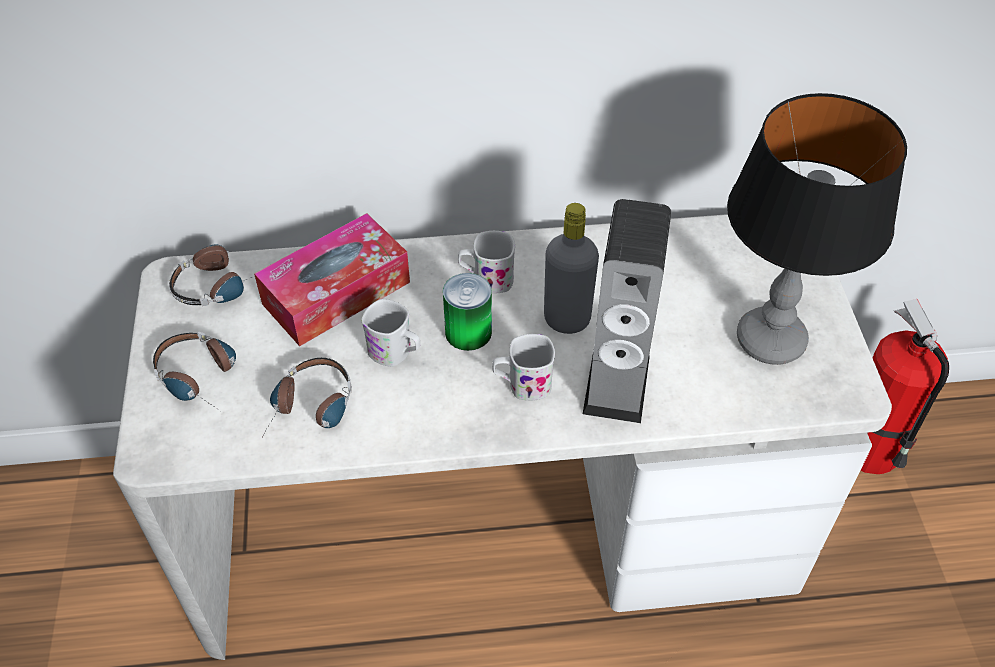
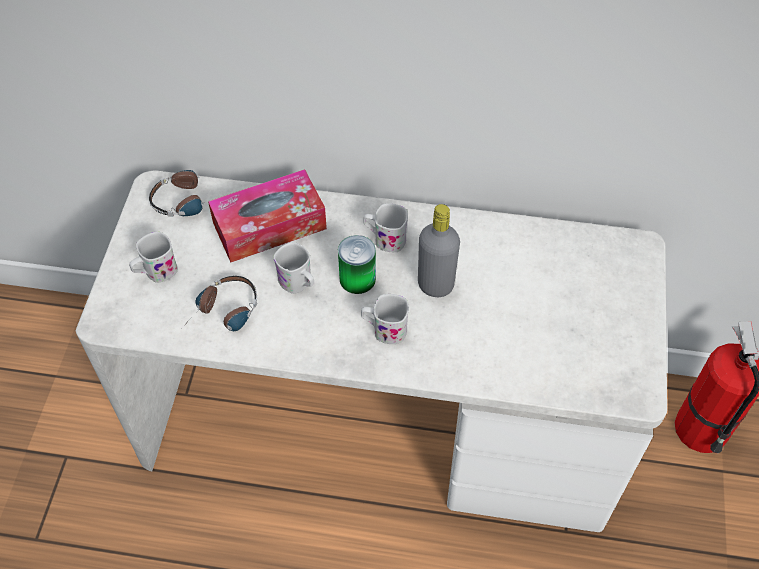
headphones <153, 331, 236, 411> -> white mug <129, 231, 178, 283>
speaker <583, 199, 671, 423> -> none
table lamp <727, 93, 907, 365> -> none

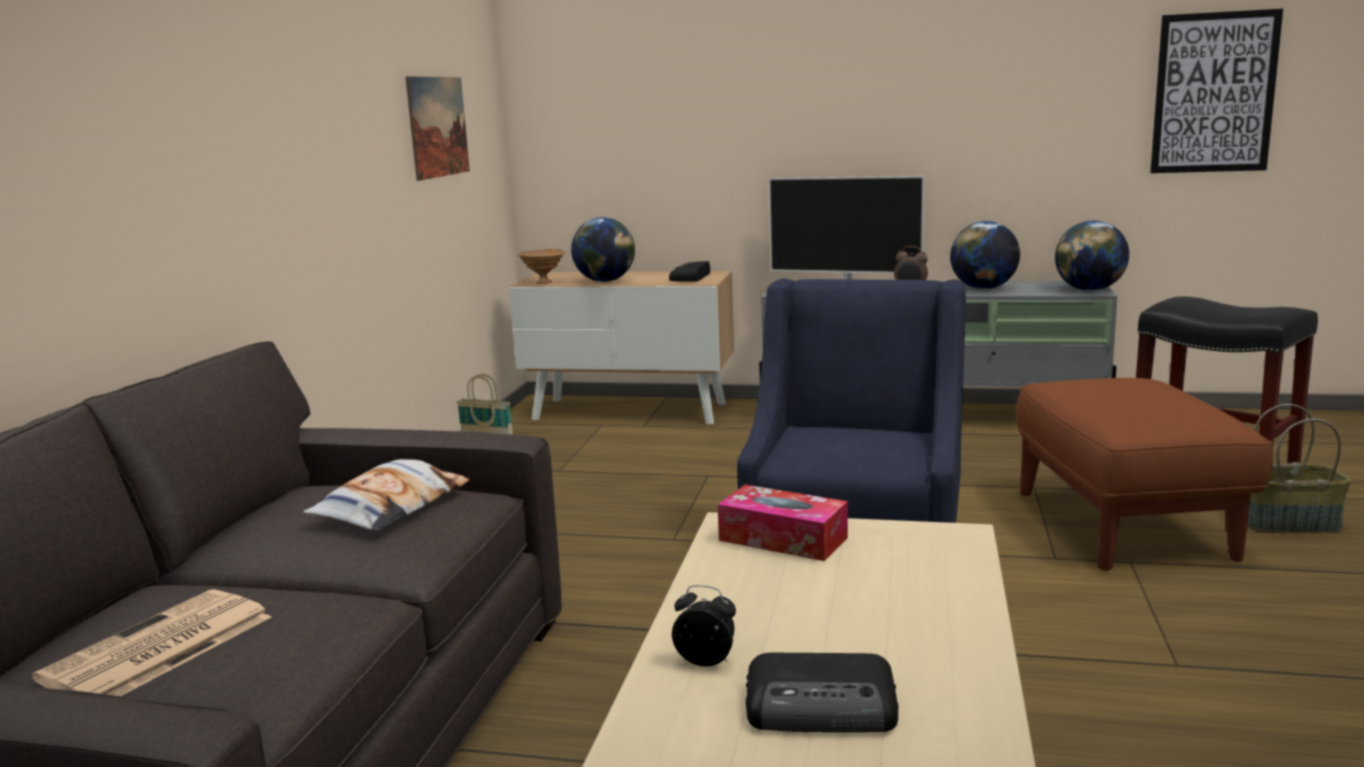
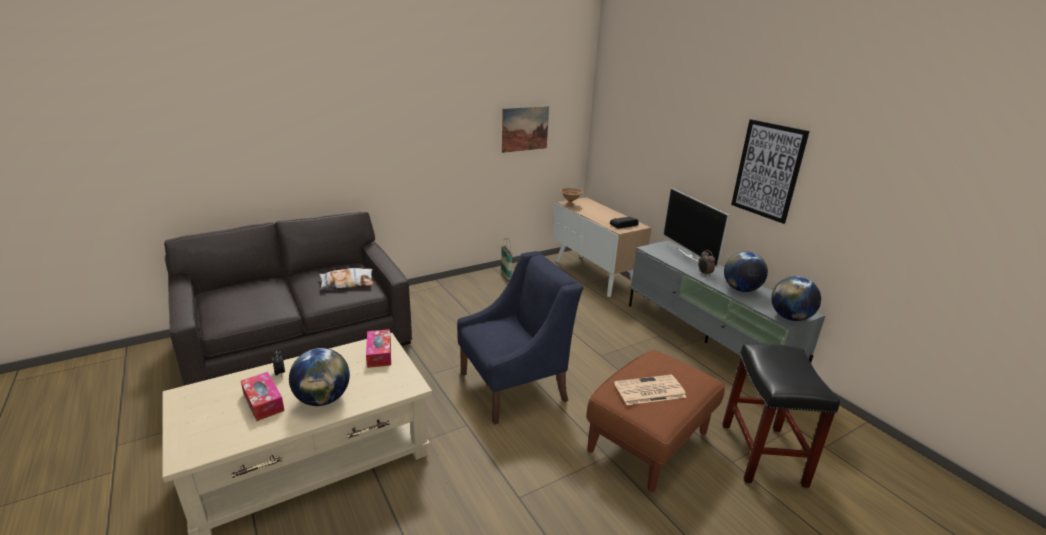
newspaper <32, 589, 271, 696> -> newspaper <614, 375, 687, 405>, shifted
globe <571, 217, 635, 282> -> globe <289, 348, 350, 406>, shifted
radio <746, 653, 899, 733> -> tissue box <241, 372, 285, 421>
picture <1150, 9, 1283, 173> -> picture <731, 119, 810, 224>, shifted
basket <1247, 404, 1351, 533> -> none

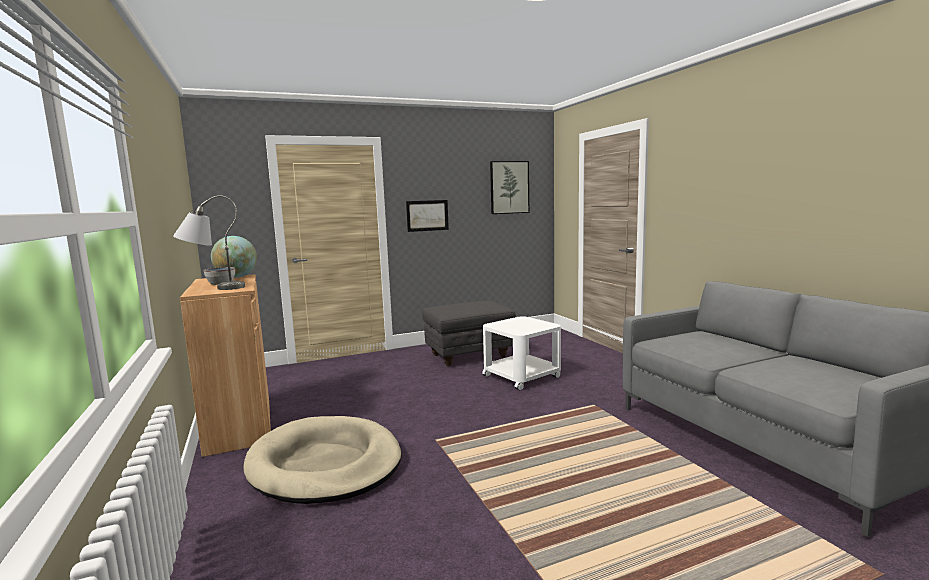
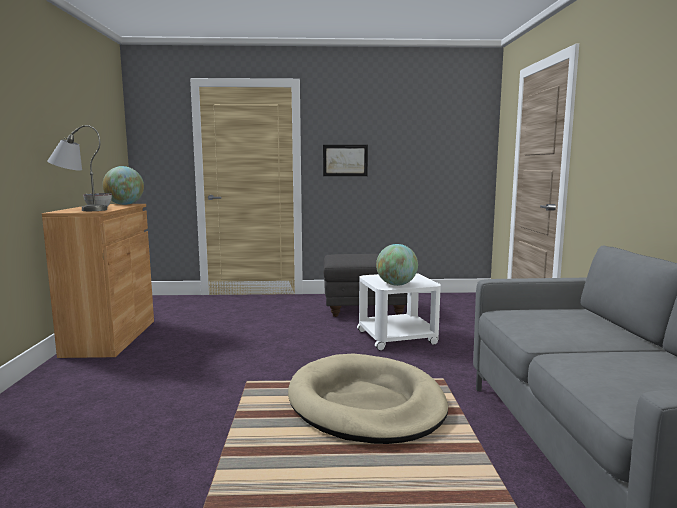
beige dog bed <243, 416, 401, 504> -> beige dog bed <288, 354, 448, 444>, shifted
picture <490, 161, 529, 214> -> none
none -> globe <376, 244, 418, 286>

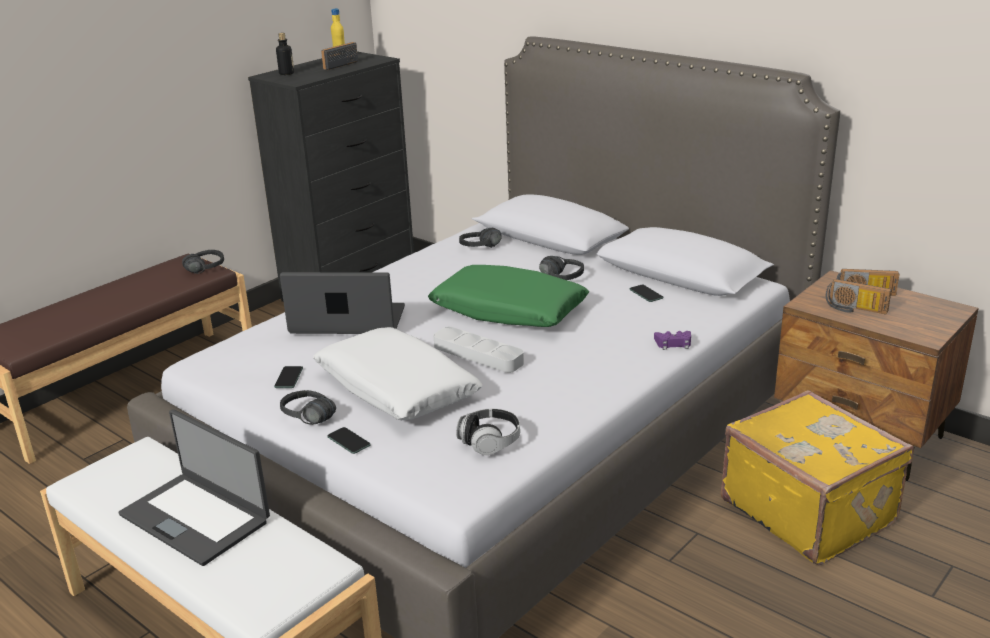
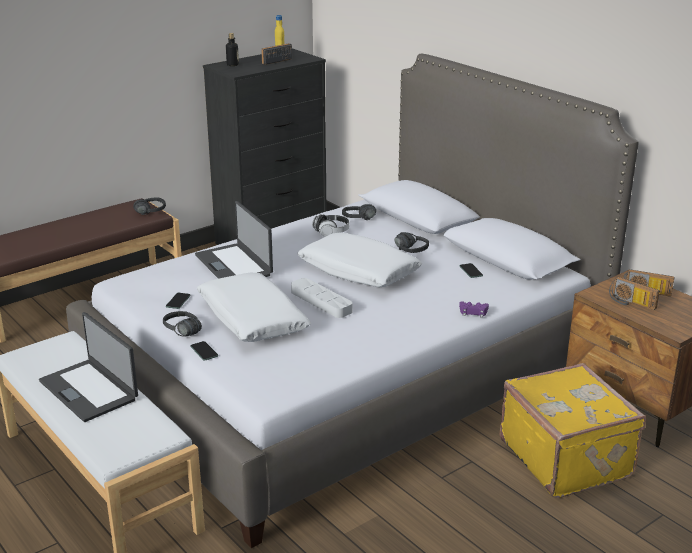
laptop <280, 272, 405, 334> -> laptop <195, 201, 273, 279>, 135 degrees counterclockwise
green pillow <428, 265, 589, 327> -> white pillow <297, 233, 422, 287>
headphones <456, 409, 520, 455> -> headphones <312, 214, 349, 237>, shifted

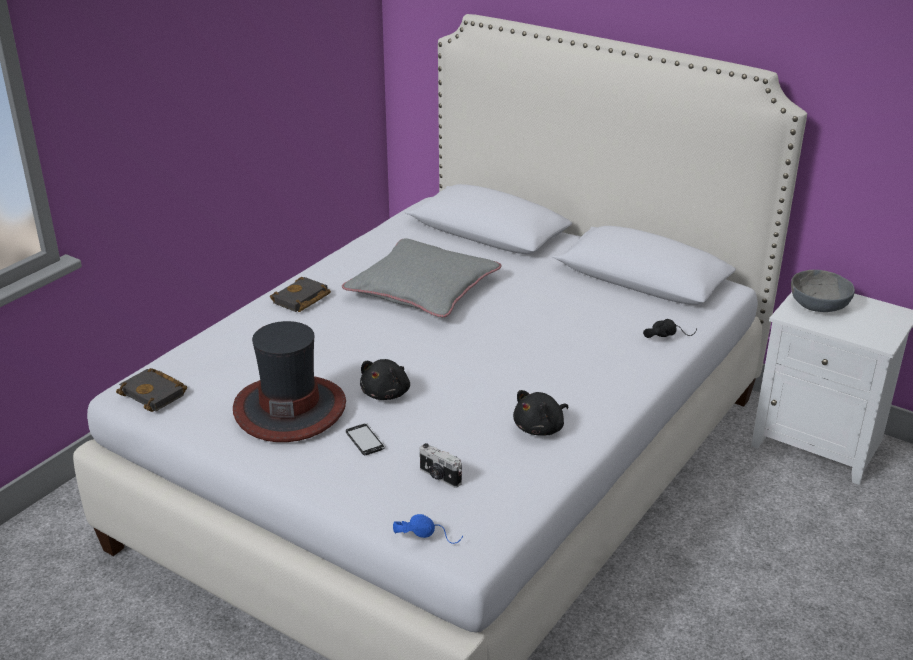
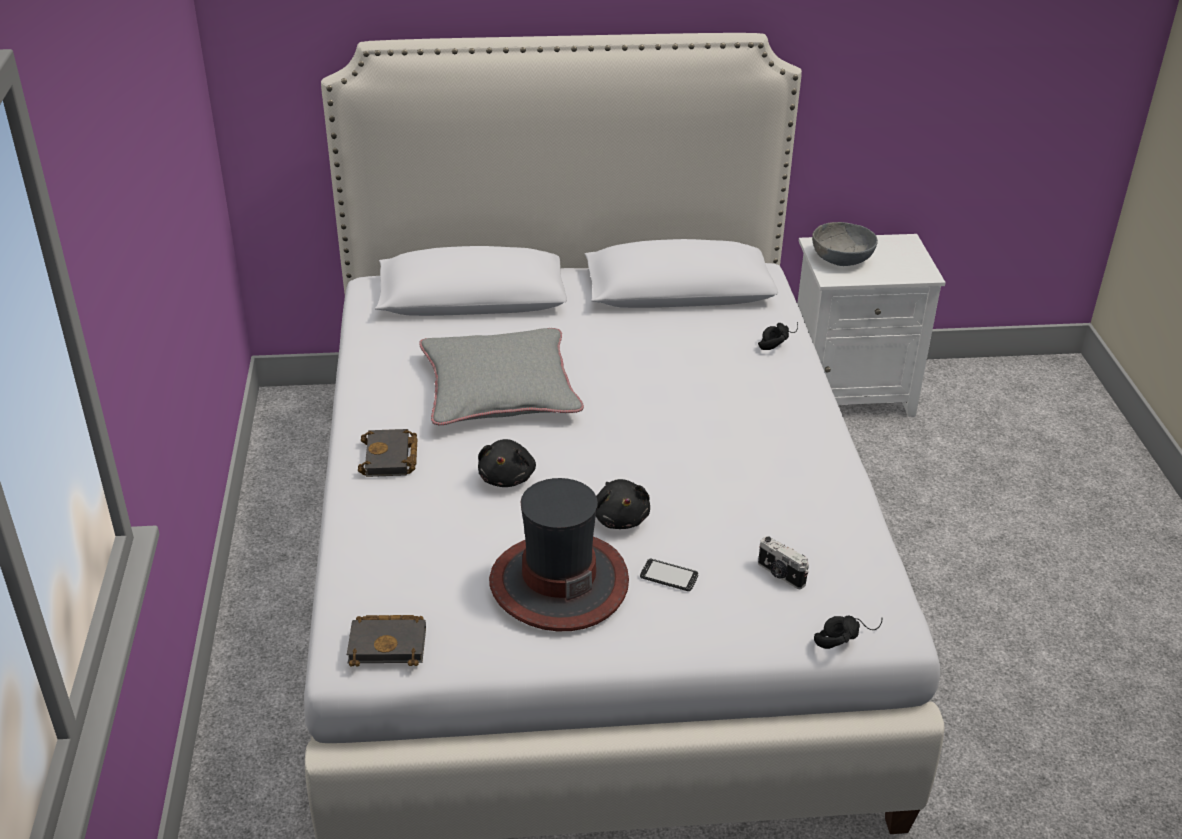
blue headphones <393, 514, 463, 544> -> black headphones <814, 615, 883, 649>
photo camera <420, 443, 462, 488> -> photo camera <758, 536, 809, 589>, 45 degrees clockwise
black plush toy <513, 390, 569, 436> -> black plush toy <478, 439, 536, 487>, shifted

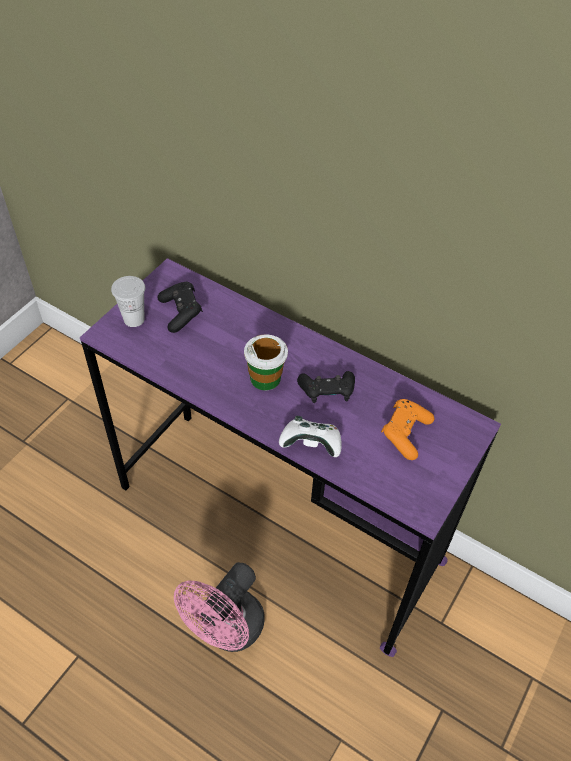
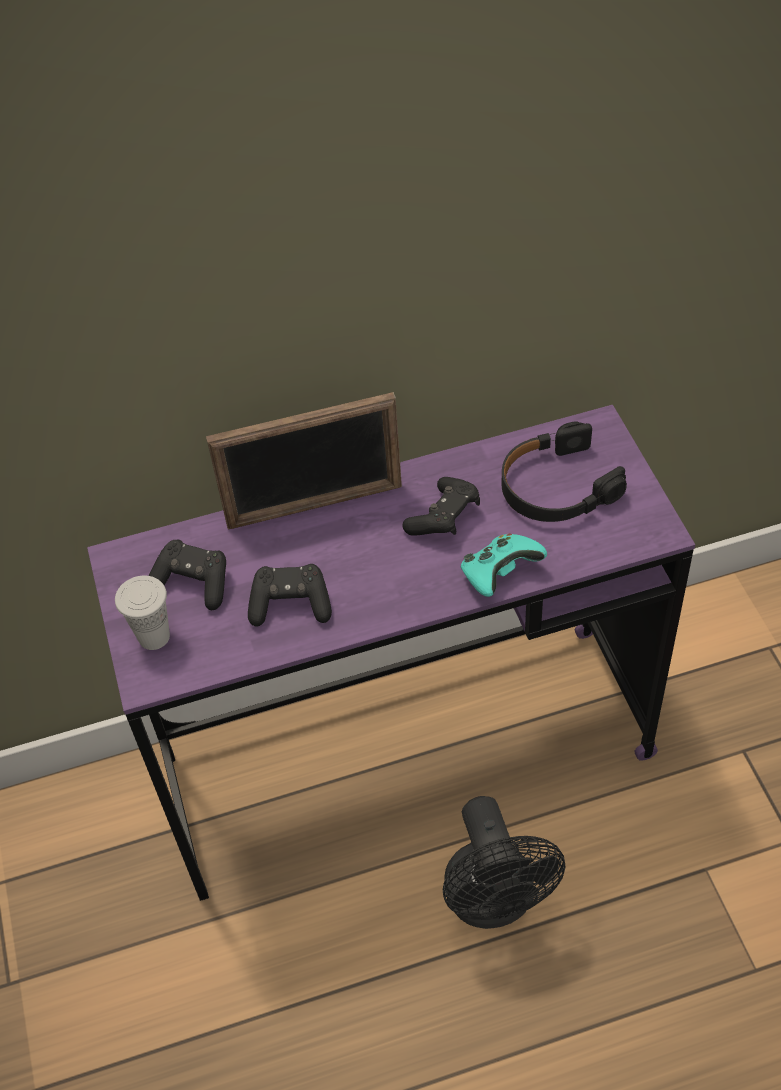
pink fan <174, 562, 265, 652> -> black fan <443, 796, 566, 929>
cup <244, 334, 288, 390> -> none
white game controller <279, 416, 342, 457> -> turquoise game controller <460, 533, 547, 597>
orange game controller <381, 399, 434, 460> -> black headphones <501, 421, 627, 522>
none -> picture frame <206, 392, 402, 530>
none -> black game controller <248, 564, 332, 627>

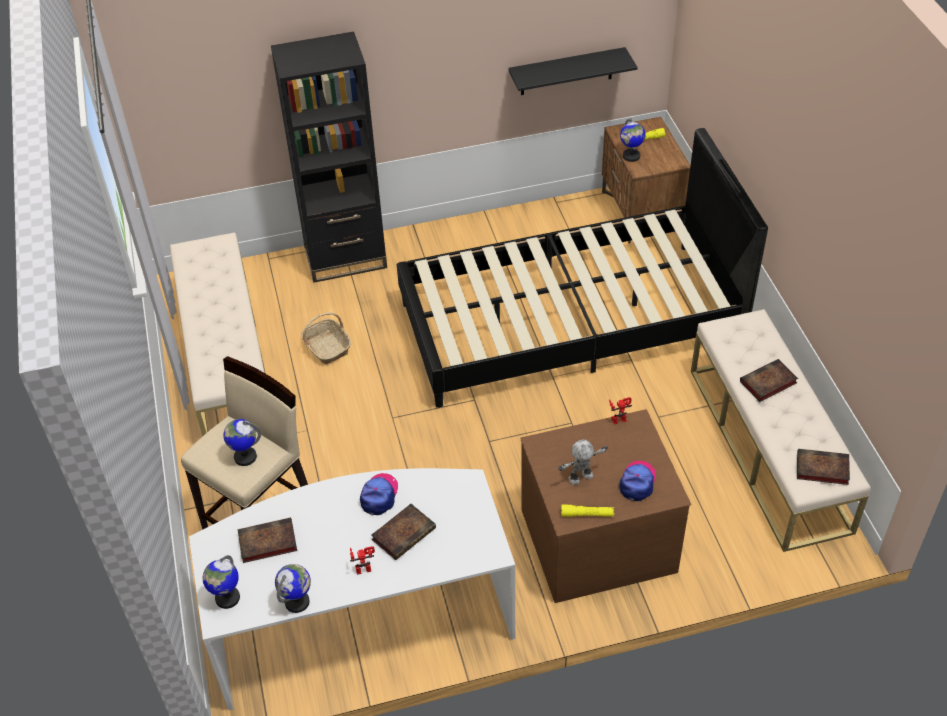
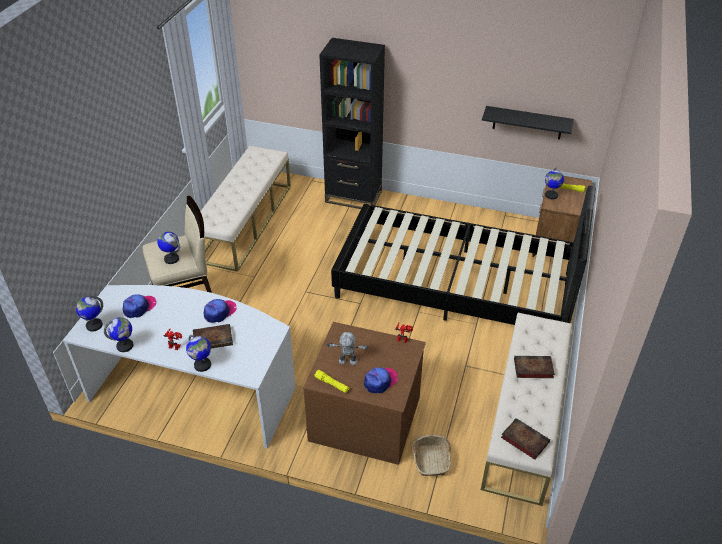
book <237, 517, 297, 563> -> cap <123, 294, 156, 318>
basket <301, 312, 351, 364> -> basket <412, 435, 451, 476>, shifted
none -> globe <186, 334, 211, 372>

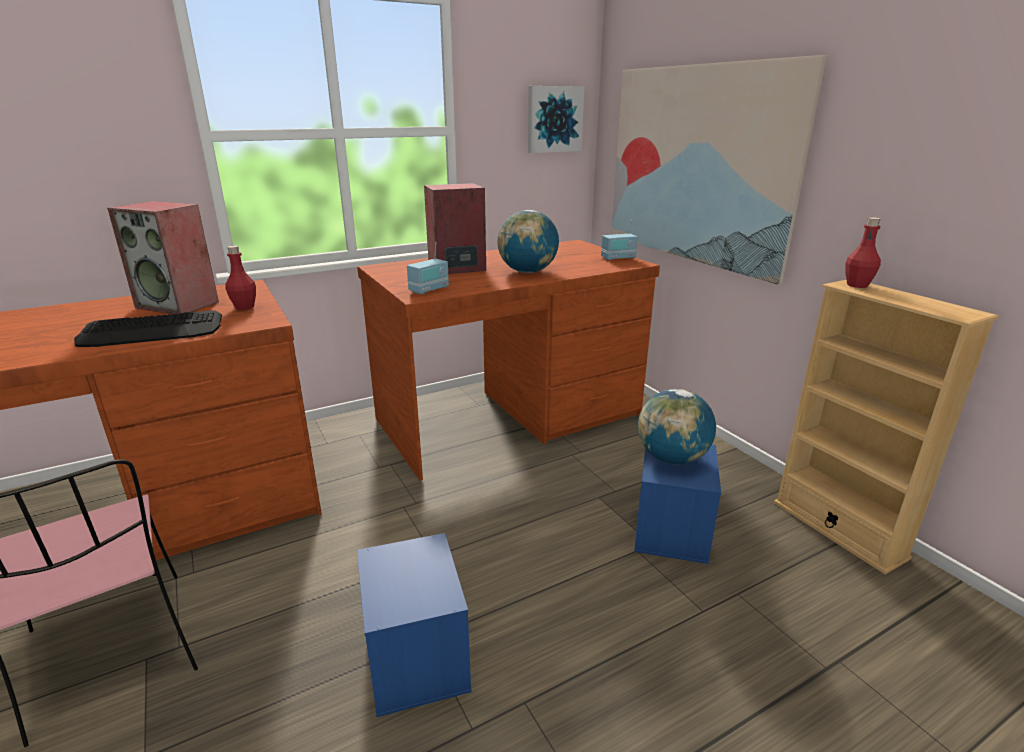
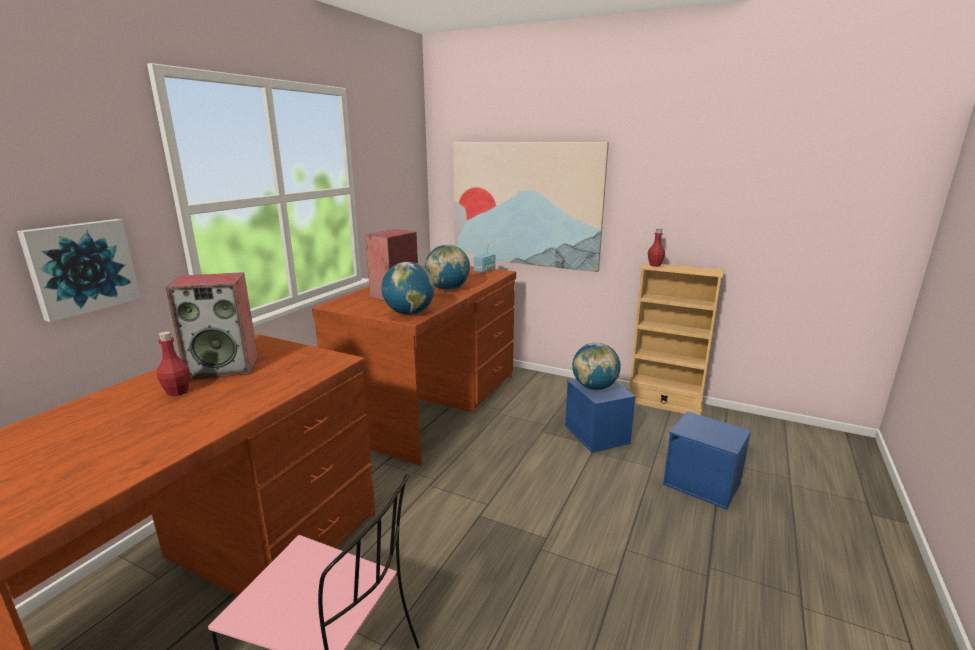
keyboard <74, 310, 222, 347> -> none
red bottle <225, 246, 256, 310> -> red bottle <157, 331, 190, 396>, shifted
blue storage box <357, 533, 472, 717> -> blue storage box <662, 411, 751, 510>, shifted
radio <407, 242, 449, 294> -> globe <382, 262, 435, 315>
picture <528, 86, 584, 153> -> picture <17, 219, 141, 322>, shifted

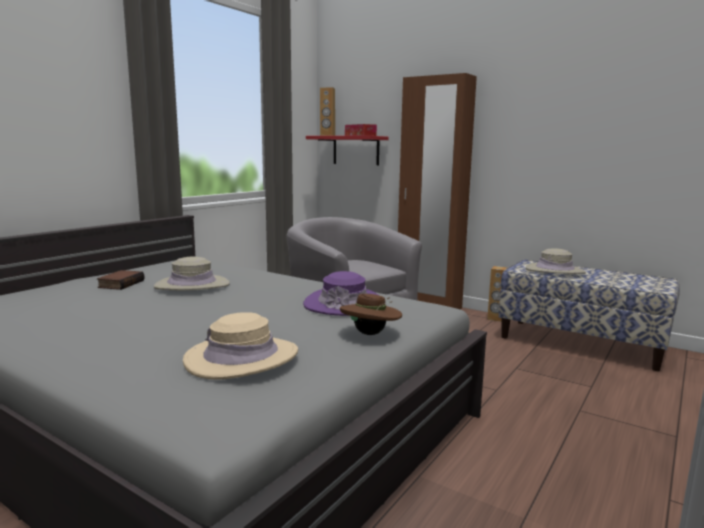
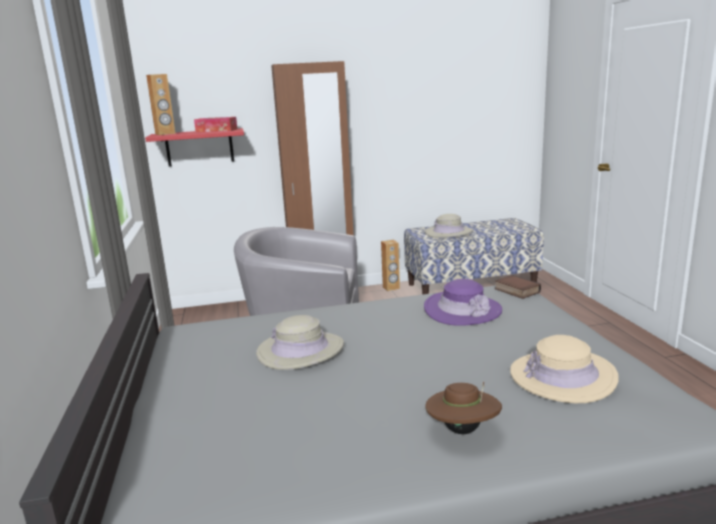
book <97, 270, 145, 290> -> book <495, 275, 541, 299>, shifted
brown hat <340, 294, 402, 335> -> brown hat <425, 382, 502, 434>, shifted

